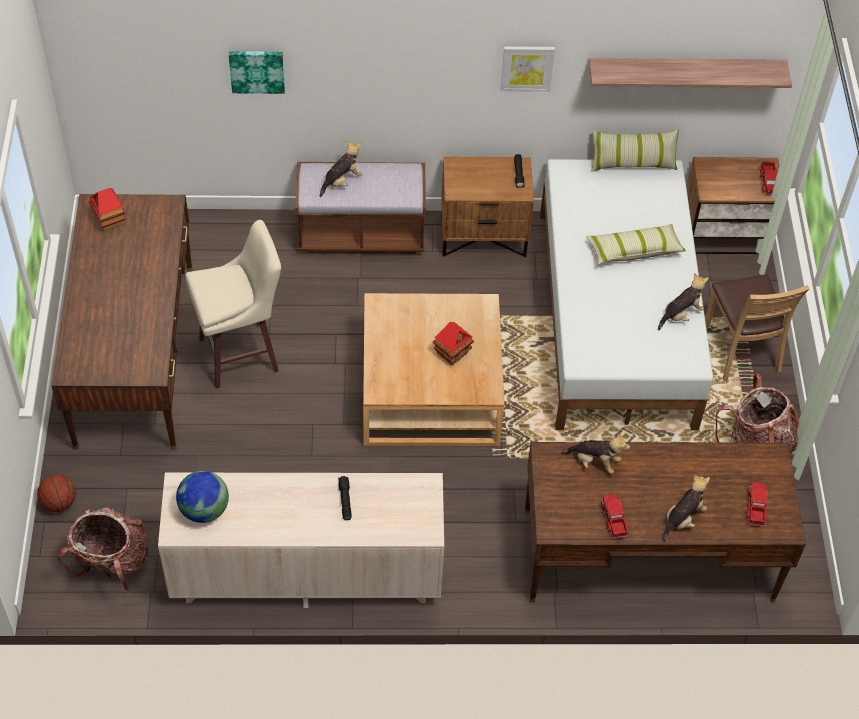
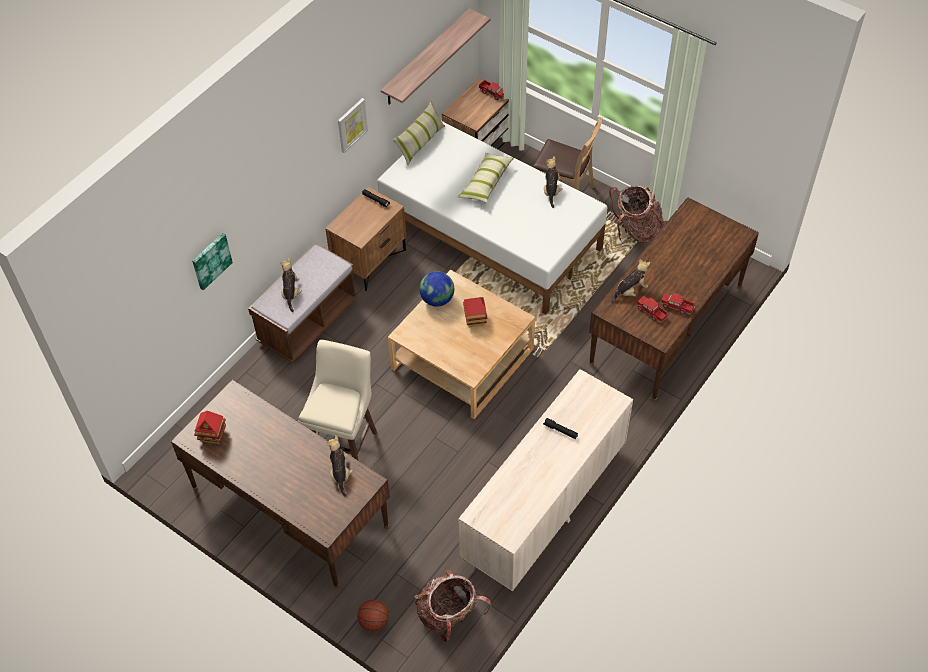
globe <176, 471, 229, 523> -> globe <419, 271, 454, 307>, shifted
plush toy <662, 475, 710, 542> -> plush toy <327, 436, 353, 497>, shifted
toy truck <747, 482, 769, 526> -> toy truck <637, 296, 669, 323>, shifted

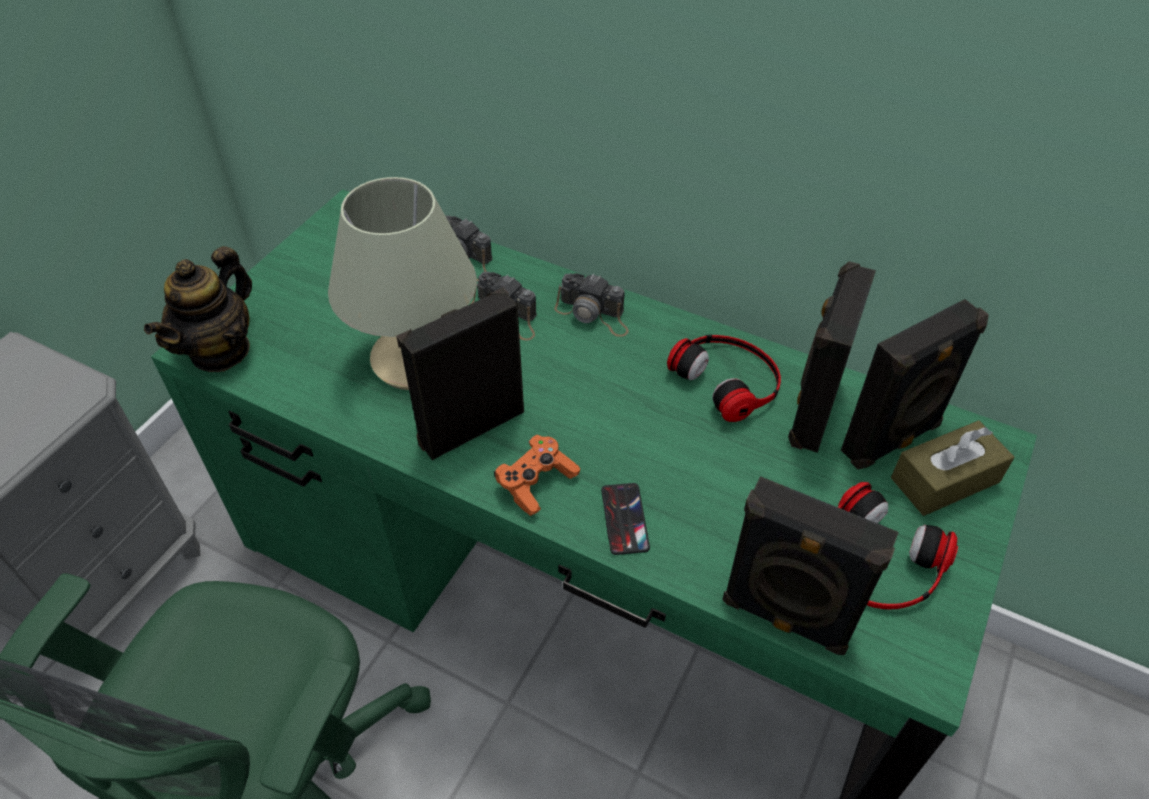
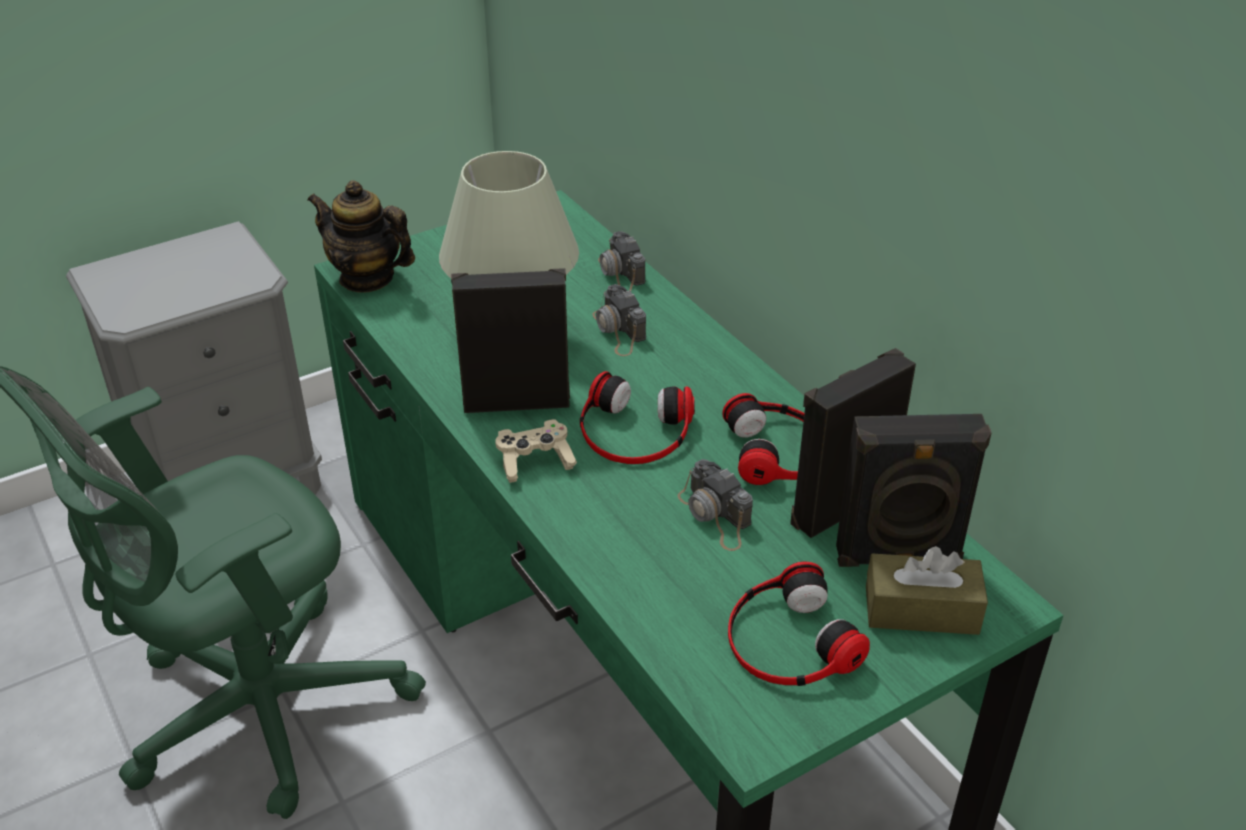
teapot <144, 246, 252, 372> -> teapot <307, 180, 415, 293>, 60 degrees clockwise
orange game controller <494, 435, 580, 516> -> beige game controller <495, 419, 577, 483>
photo camera <554, 273, 629, 337> -> photo camera <678, 459, 753, 551>, shifted
phone <601, 483, 650, 555> -> none
black speaker <722, 476, 899, 655> -> none
none -> headphones <580, 371, 695, 464>

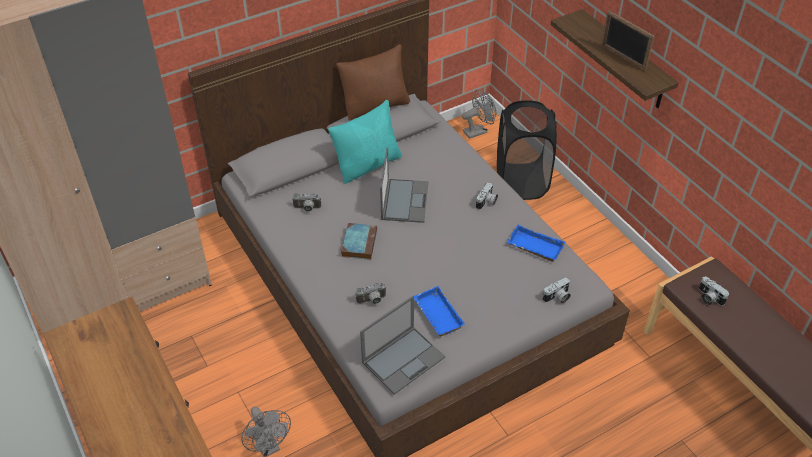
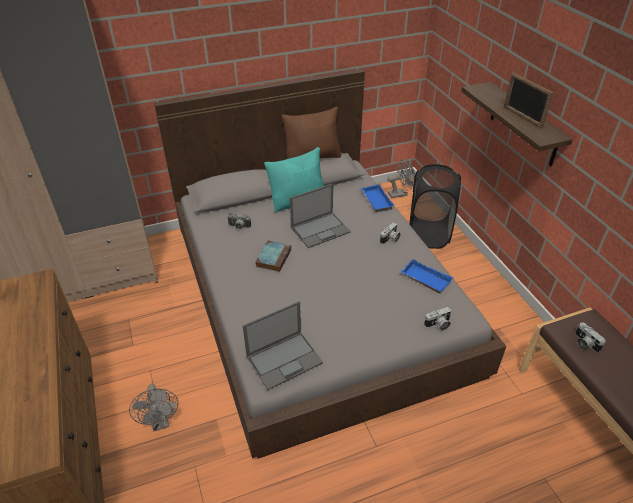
photo camera <356, 283, 387, 304> -> none
laptop <380, 148, 429, 223> -> laptop <290, 183, 351, 248>, 45 degrees clockwise
blue tray <414, 286, 465, 336> -> blue tray <361, 184, 394, 212>, shifted

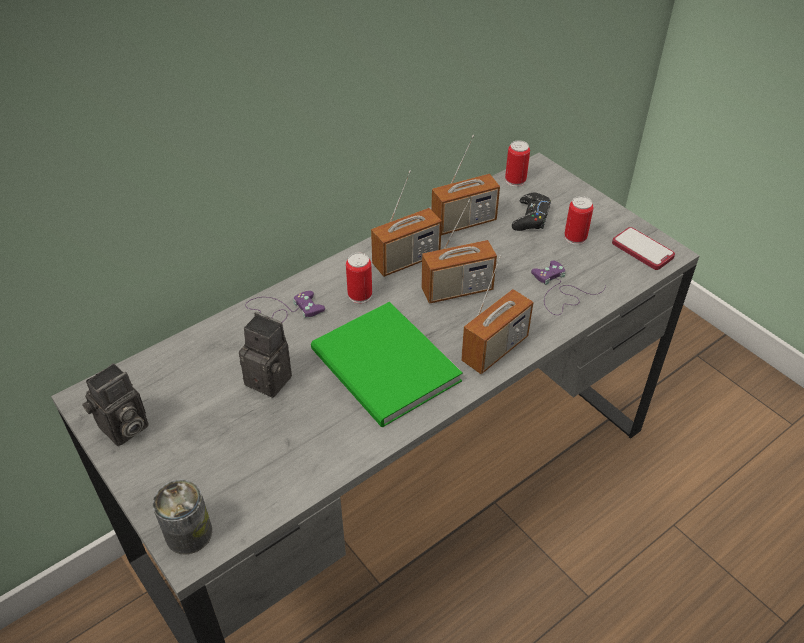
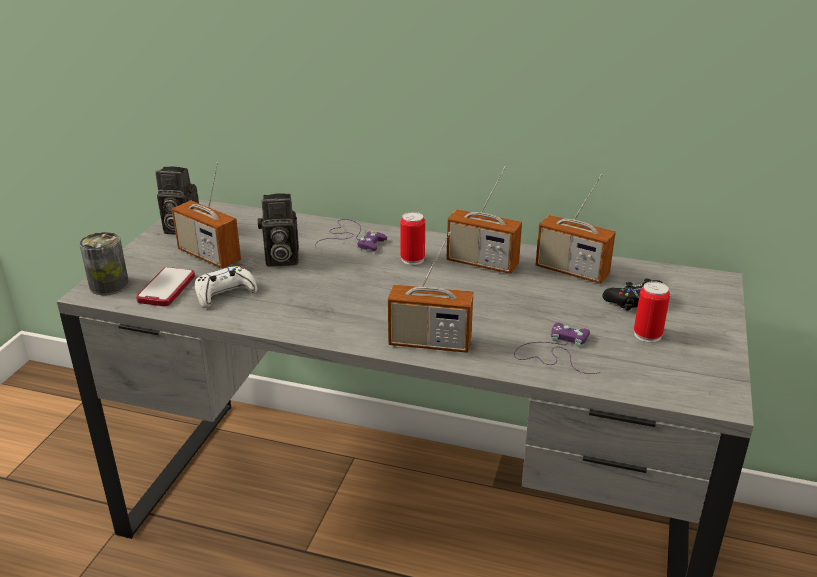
photo camera <239, 312, 292, 398> -> photo camera <258, 193, 299, 267>, 90 degrees clockwise
green book <311, 302, 463, 427> -> none
radio <421, 199, 497, 304> -> radio <172, 162, 241, 269>, shifted
can <505, 140, 530, 187> -> none
phone <612, 227, 675, 270> -> phone <136, 267, 195, 306>, shifted
none -> white game controller <195, 266, 258, 308>

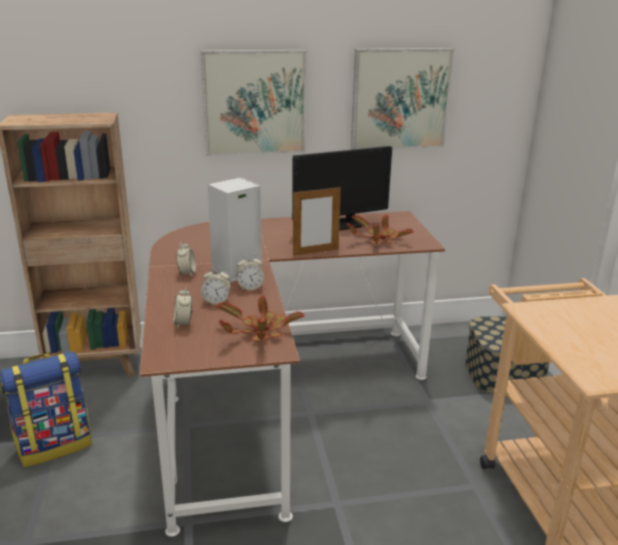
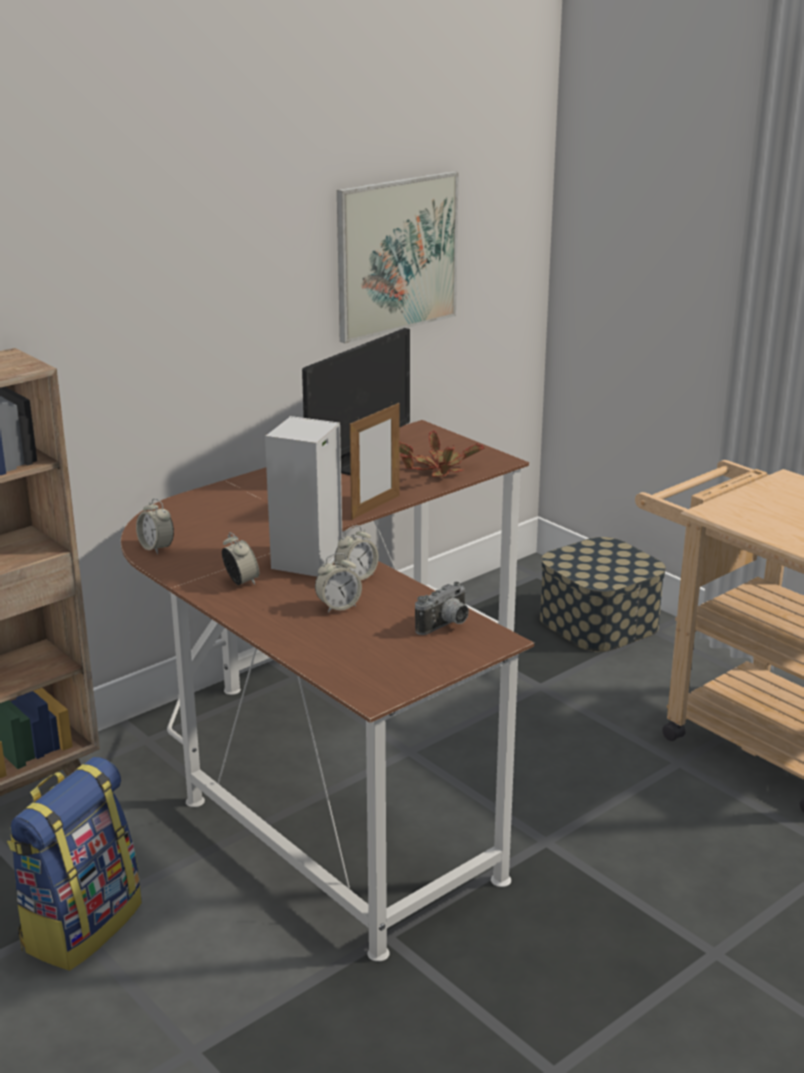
alarm clock <173, 287, 192, 328> -> alarm clock <136, 498, 174, 554>, shifted
picture <201, 50, 307, 156> -> none
potted plant <216, 296, 305, 341> -> photo camera <415, 582, 469, 635>

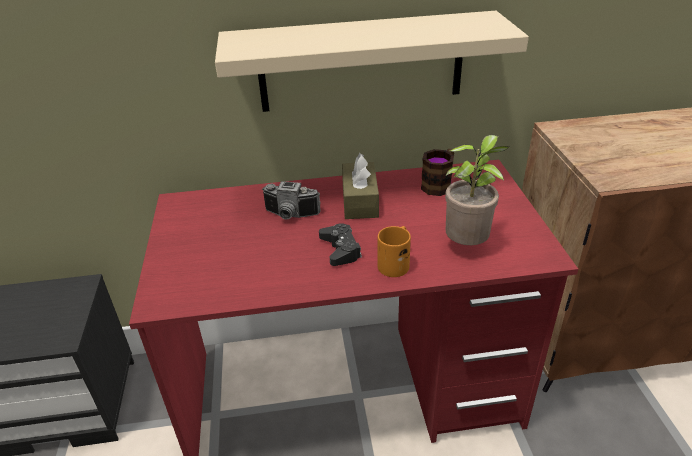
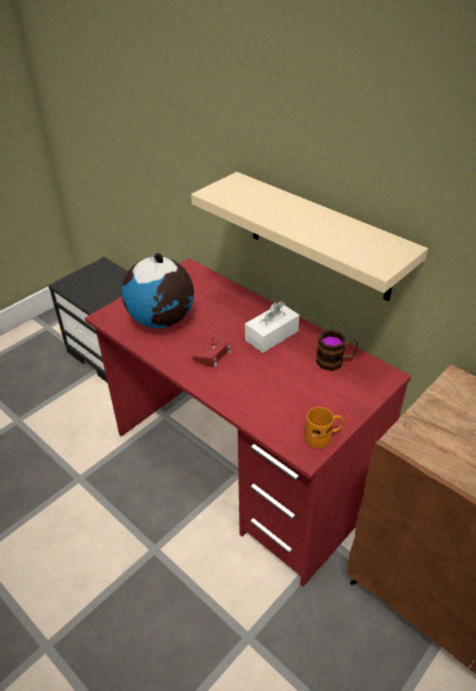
photo camera <262, 181, 320, 219> -> none
black game controller <319, 223, 362, 266> -> red game controller <192, 334, 231, 367>
brown tissue box <342, 153, 379, 219> -> white tissue box <245, 301, 299, 353>
orange mug <378, 226, 411, 277> -> orange mug <305, 407, 344, 449>, shifted
potted plant <445, 135, 509, 245> -> none
none -> globe <122, 253, 194, 328>

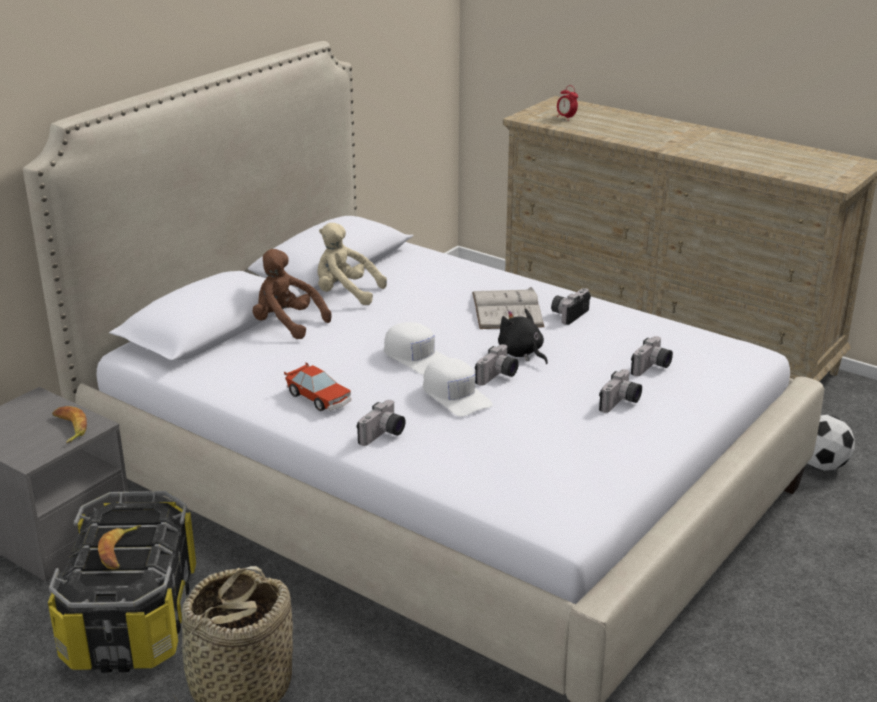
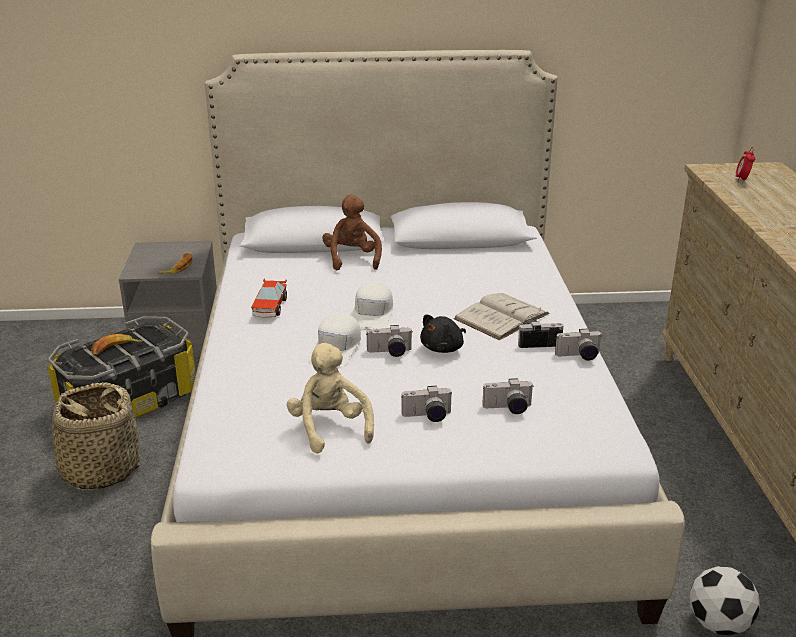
beige plush toy <317, 223, 387, 305> -> beige plush toy <287, 343, 374, 453>, shifted
photo camera <357, 400, 406, 446> -> photo camera <555, 329, 601, 361>, shifted
black plush toy <498, 308, 548, 364> -> black plush toy <420, 314, 466, 353>, 150 degrees counterclockwise

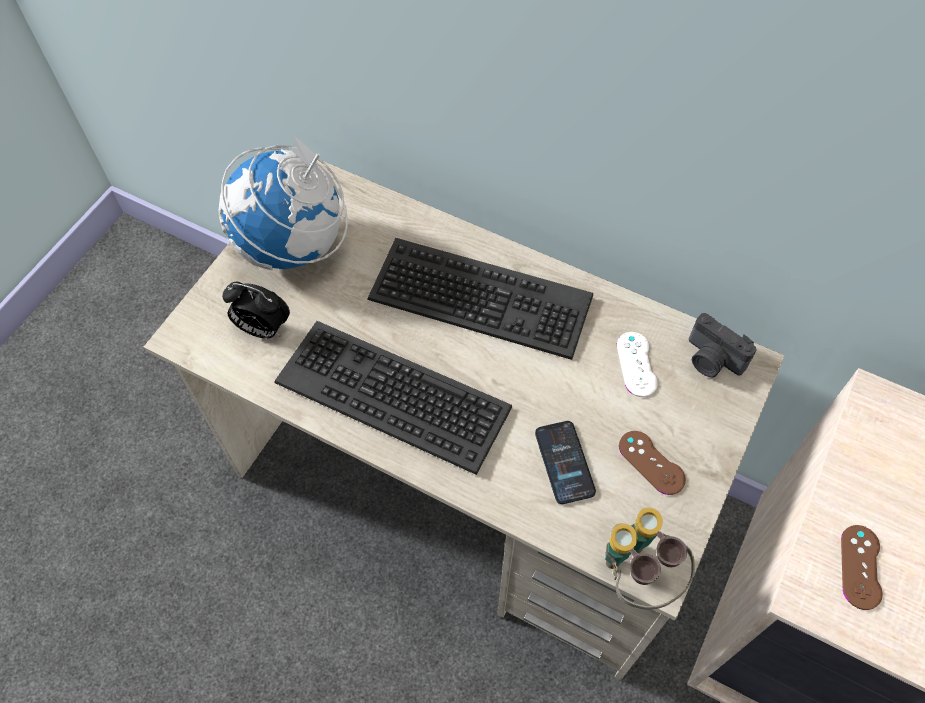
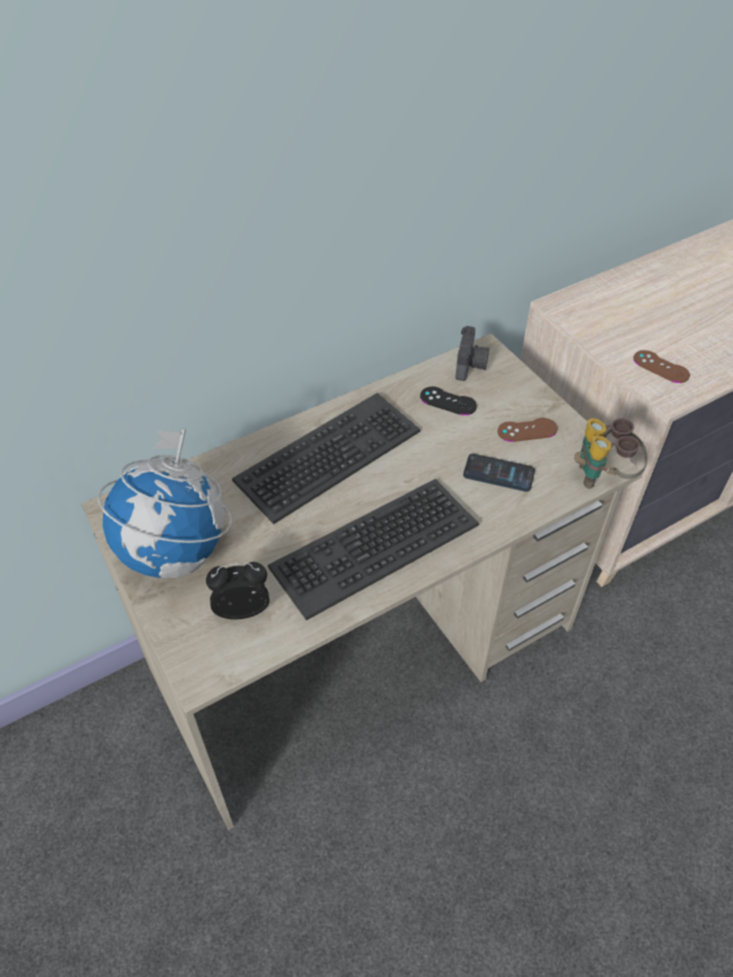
alarm clock <222, 281, 290, 339> -> alarm clock <206, 562, 269, 619>, 150 degrees counterclockwise
white game controller <617, 332, 658, 397> -> black game controller <420, 387, 477, 415>
photo camera <689, 313, 757, 377> -> photo camera <455, 326, 489, 381>, 60 degrees counterclockwise

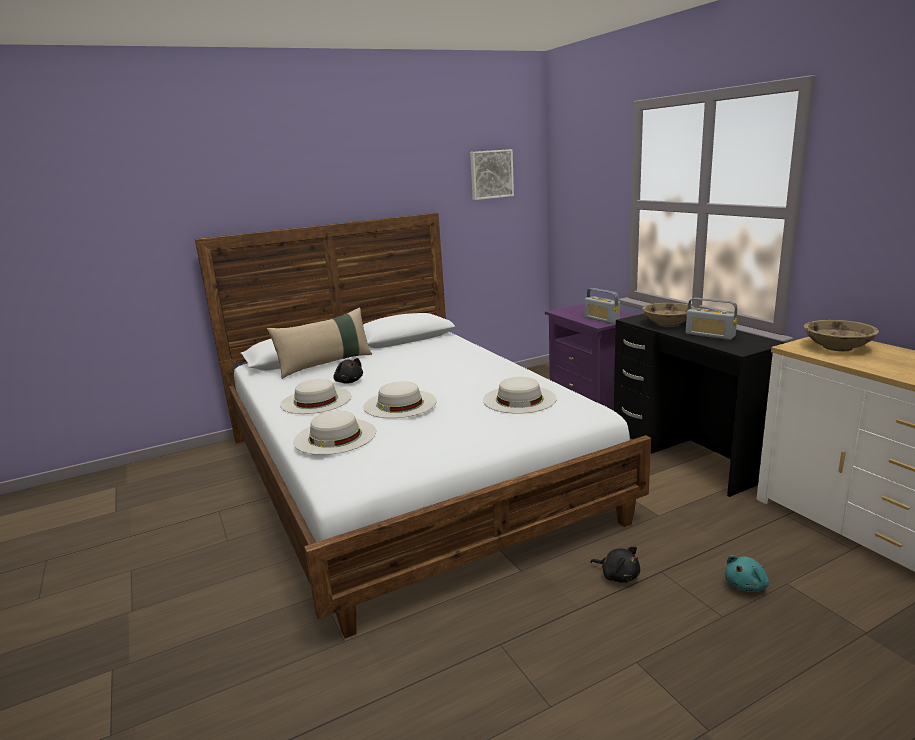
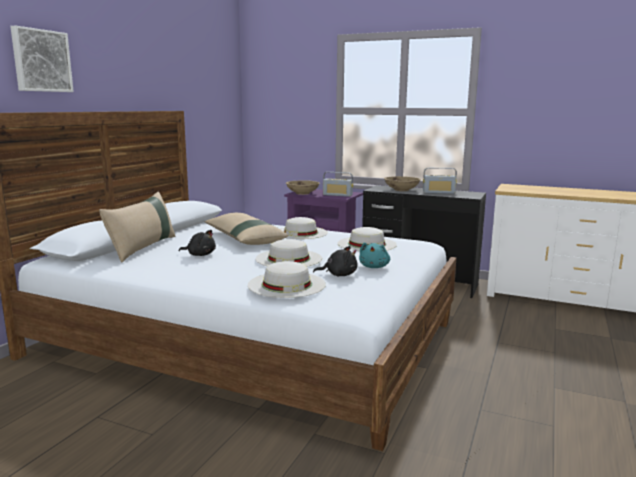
white hat <280, 379, 351, 414> -> white hat <280, 217, 328, 239>, shifted
picture <470, 149, 514, 200> -> picture <10, 25, 74, 92>, shifted
black plush toy <590, 547, 640, 583> -> black plush toy <313, 246, 358, 276>, shifted
turquoise plush toy <724, 555, 769, 592> -> turquoise plush toy <359, 242, 390, 268>, shifted
beige bowl <804, 320, 879, 351> -> beige bowl <286, 180, 320, 195>, shifted
none -> beige pillow <205, 213, 288, 245>

